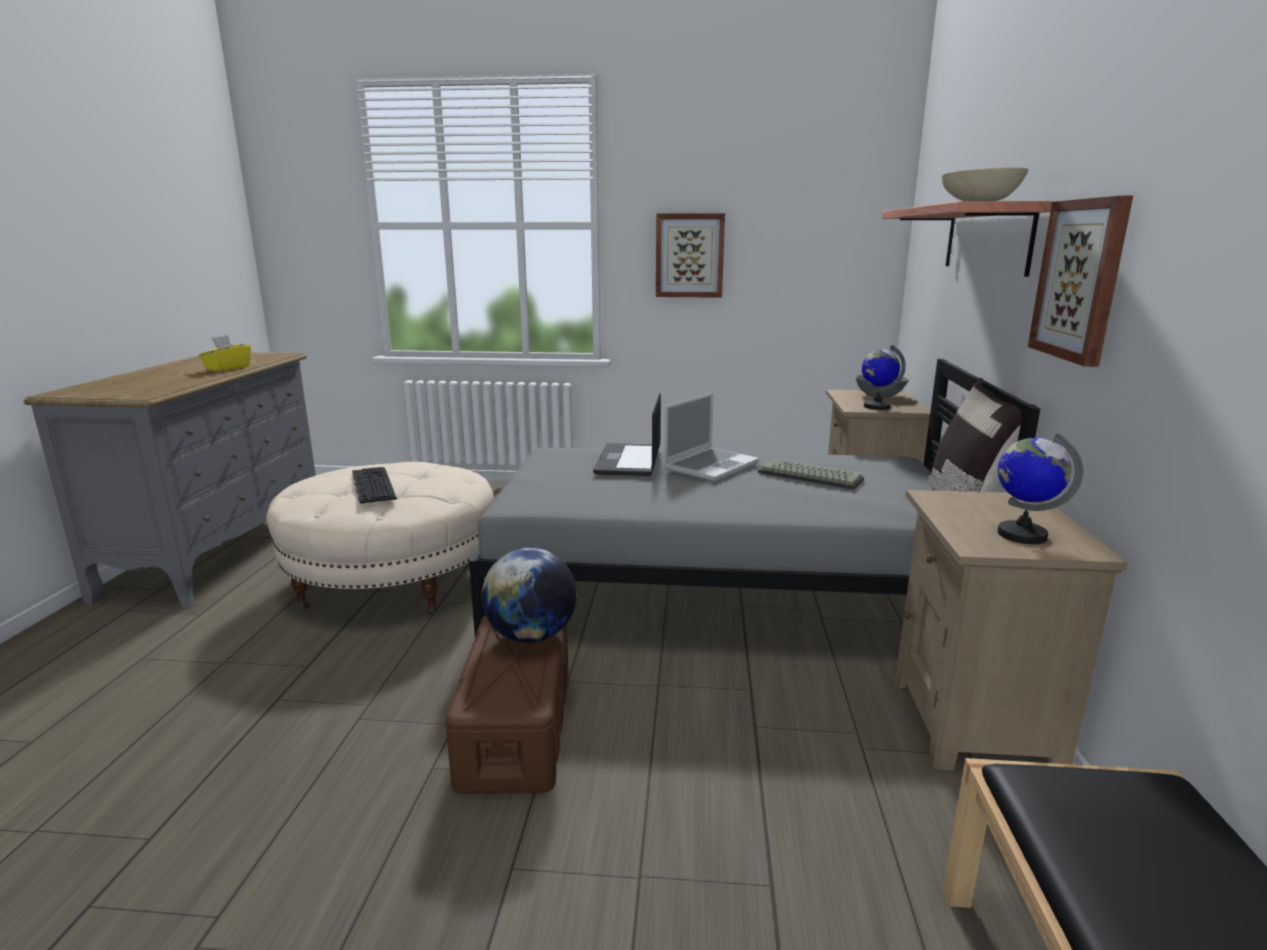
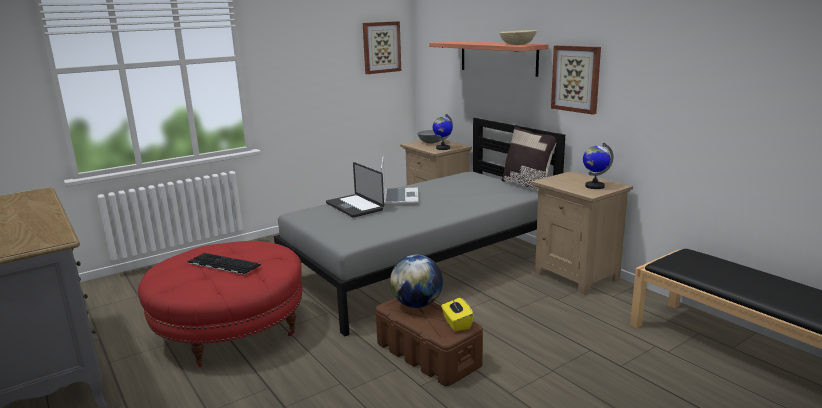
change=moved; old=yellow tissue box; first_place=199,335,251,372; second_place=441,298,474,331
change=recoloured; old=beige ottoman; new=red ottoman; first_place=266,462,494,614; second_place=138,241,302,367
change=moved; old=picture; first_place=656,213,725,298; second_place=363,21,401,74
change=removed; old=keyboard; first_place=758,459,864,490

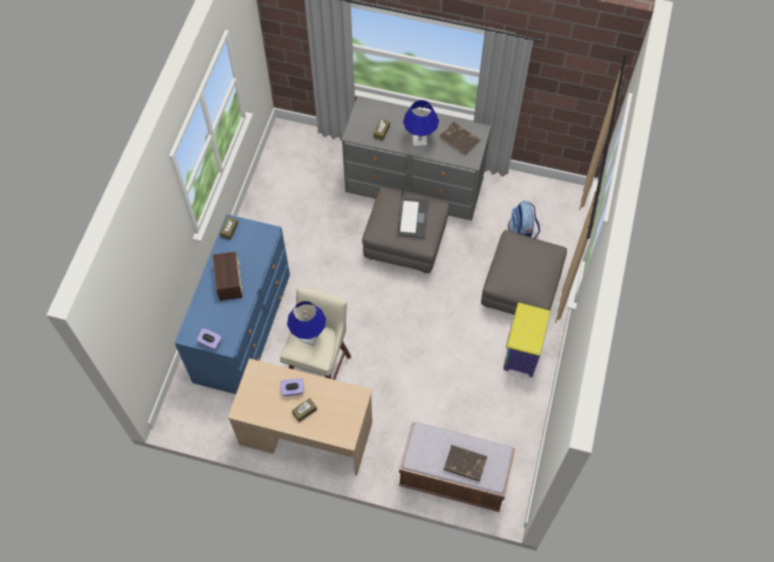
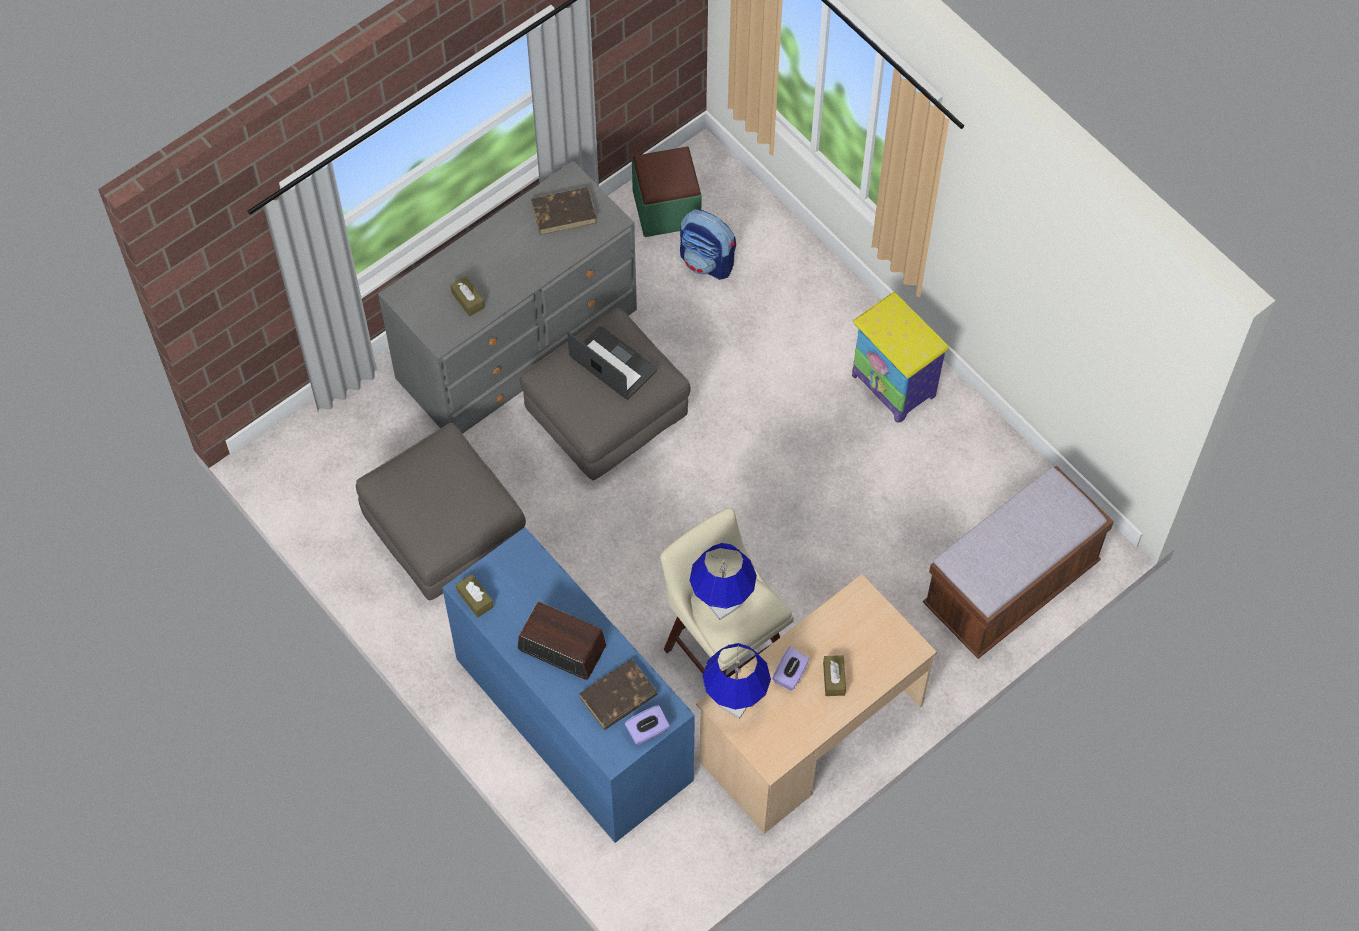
change=moved; old=blue table lamp; first_place=403,100,439,147; second_place=702,643,771,719
change=moved; old=brown book; first_place=443,445,487,482; second_place=579,659,658,730
change=moved; old=grey ottoman; first_place=481,230,567,315; second_place=356,423,526,600
change=added; new=green ottoman; second_place=632,147,702,237

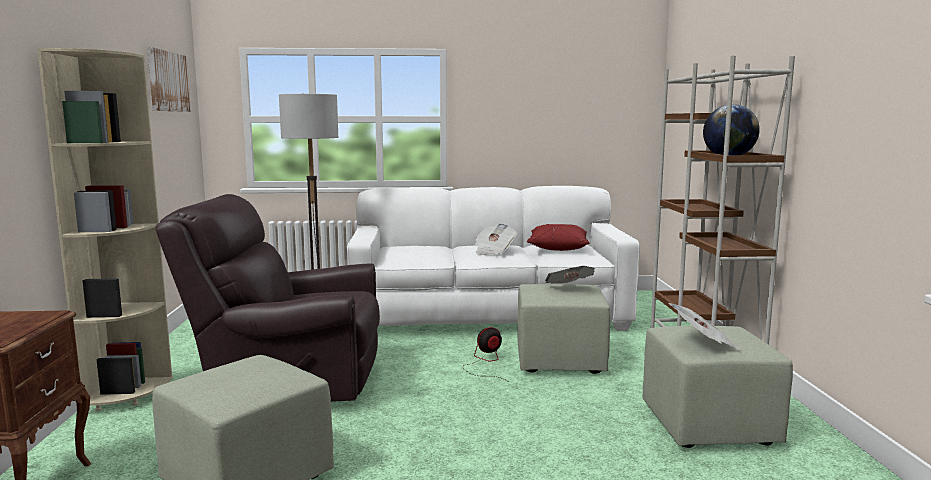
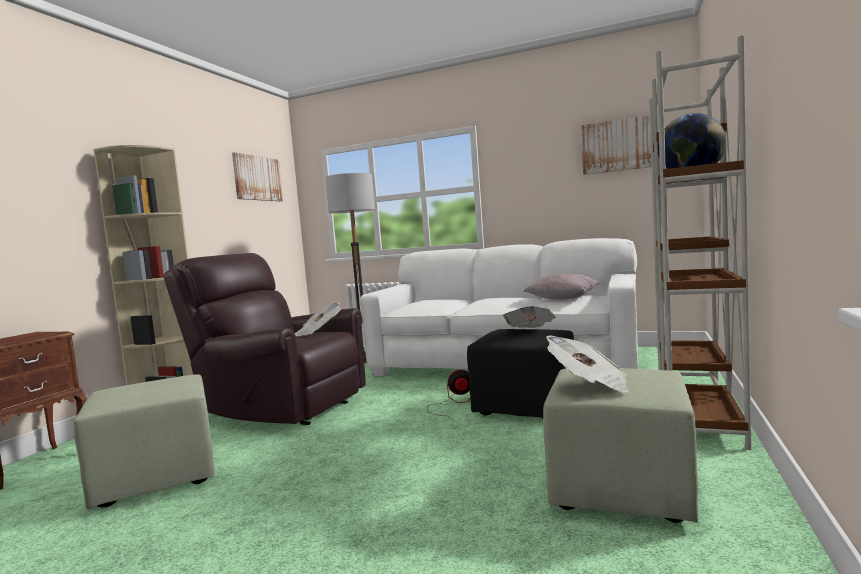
change=moved; old=newspaper; first_place=475,223,517,255; second_place=295,302,341,336
change=recoloured; old=green ottoman; new=black ottoman; first_place=517,284,610,374; second_place=467,329,574,419
change=recoloured; old=red pillow; new=purple pillow; first_place=527,224,590,251; second_place=524,274,600,300
change=added; new=picture; second_place=581,115,651,175

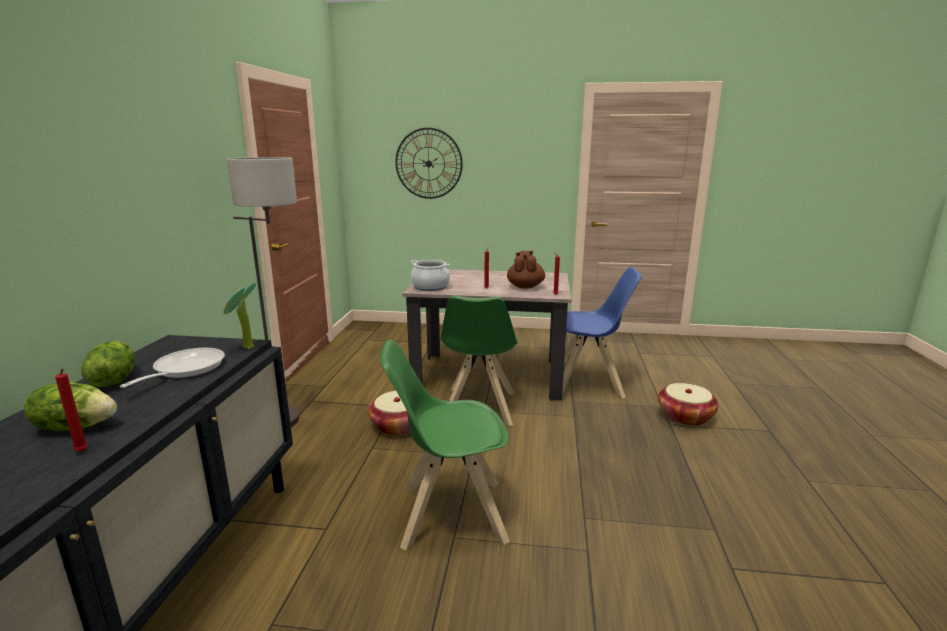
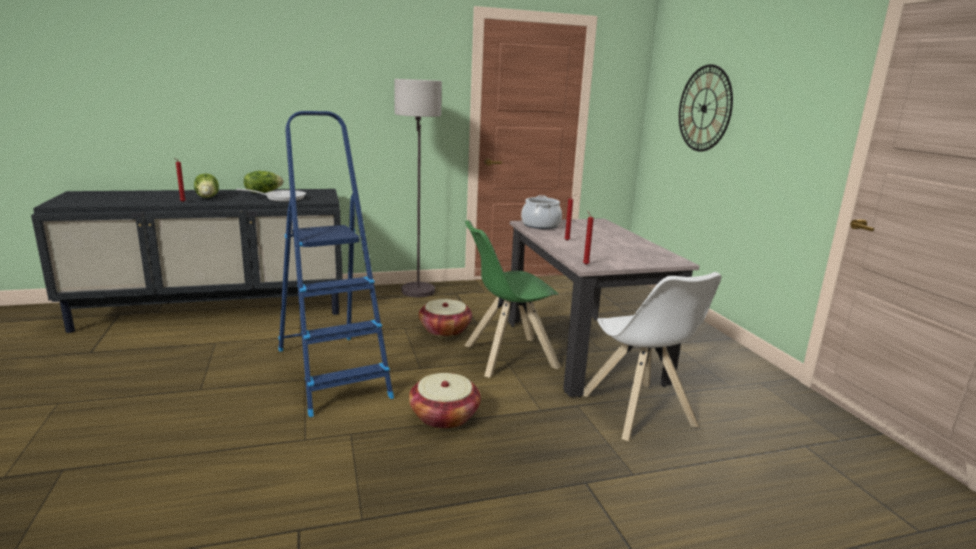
change=removed; old=potted plant; first_place=223,283,256,349
change=replaced; old=green chair; new=blue step ladder; first_place=380,340,510,551; second_place=278,111,394,417
change=removed; old=brown teapot; first_place=507,251,545,289
change=recoloured; old=blue chair; new=white chair; first_place=562,267,642,398; second_place=583,272,722,441
change=moved; old=basket; first_place=658,383,718,426; second_place=409,373,481,429

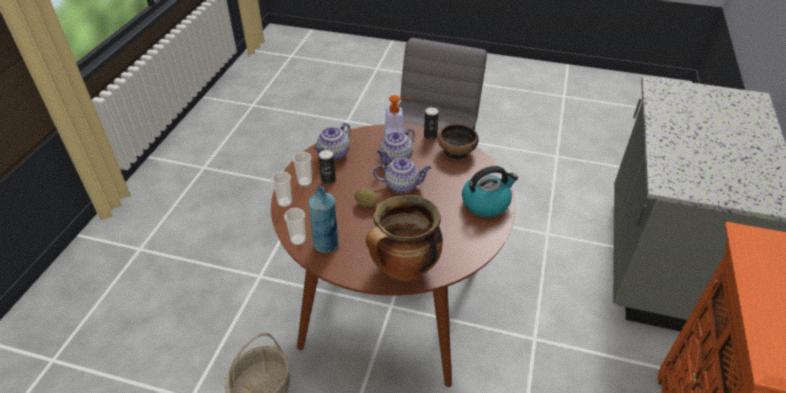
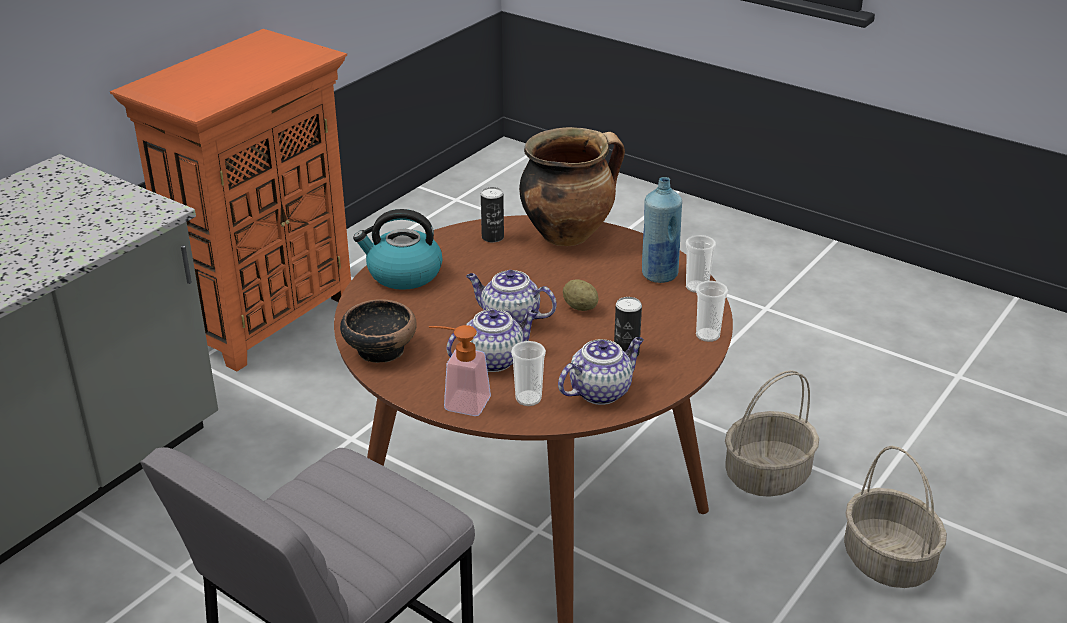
change=moved; old=cup; first_place=293,152,312,186; second_place=511,341,546,406
change=moved; old=can; first_place=424,107,439,140; second_place=481,187,504,242
change=added; new=basket; second_place=844,446,947,588

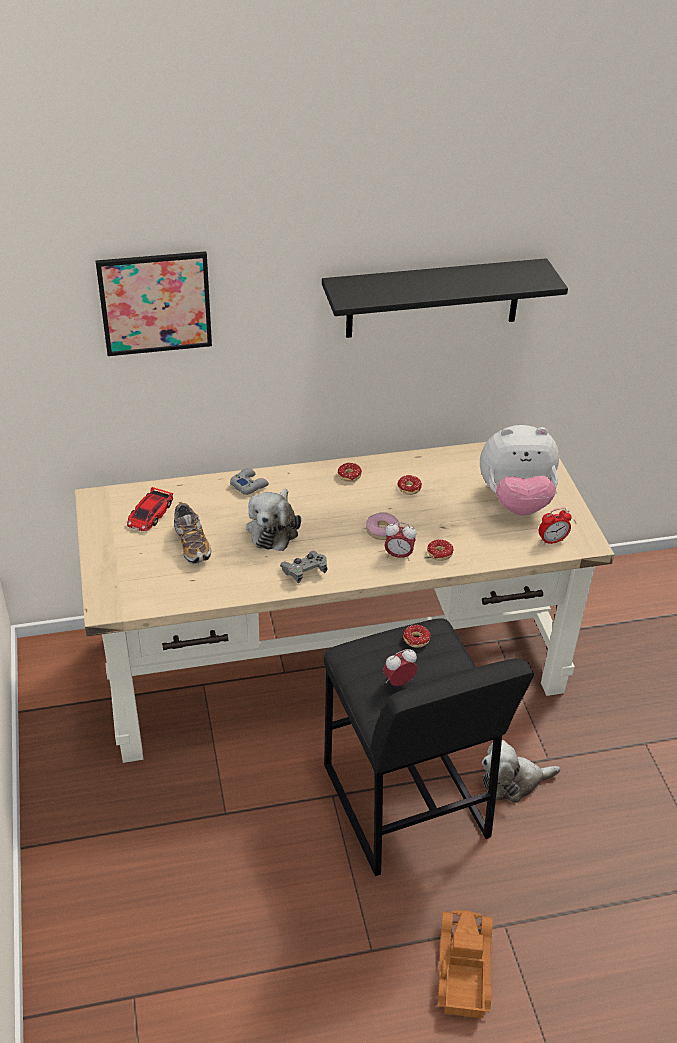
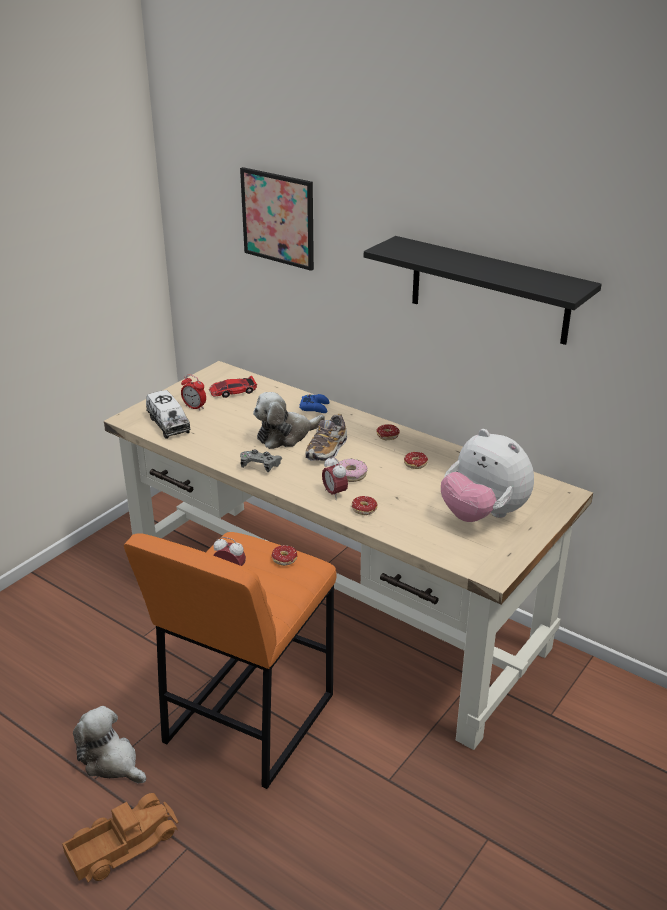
change=moved; old=shoe; first_place=174,502,211,564; second_place=305,414,347,461
change=recoloured; old=grey game controller; new=blue game controller; first_place=230,468,269,495; second_place=300,394,330,413
change=recoloured; old=black stool; new=orange stool; first_place=324,618,534,876; second_place=124,532,336,789
change=moved; old=plush toy; first_place=482,740,560,803; second_place=73,706,146,783
change=moved; old=alarm clock; first_place=539,508,572,545; second_place=181,374,206,411
change=added; new=toy truck; second_place=146,390,191,439

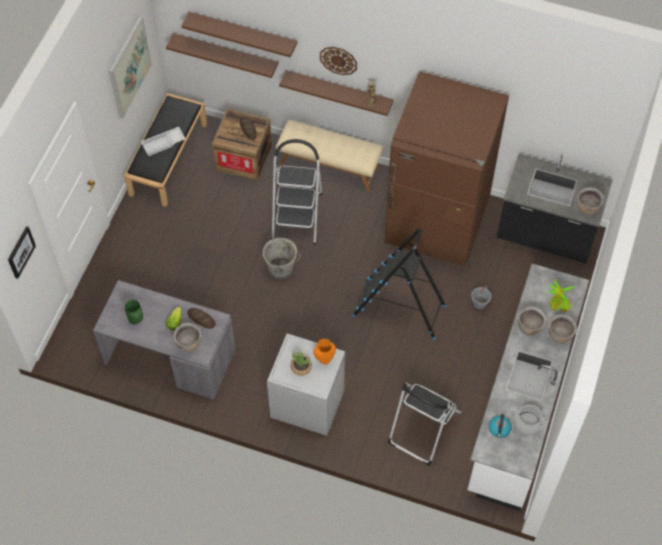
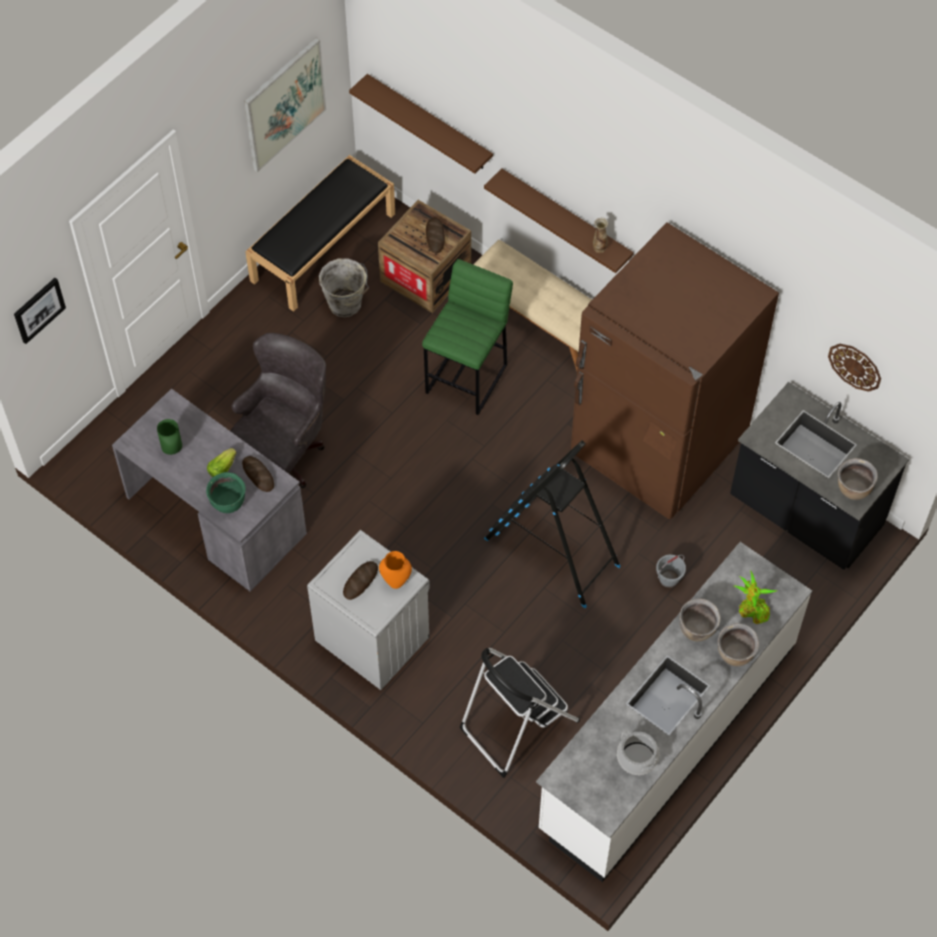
change=removed; old=white tray; first_place=141,127,186,156
change=recoloured; old=brown cooking pot; new=green cooking pot; first_place=174,323,201,352; second_place=206,472,246,513
change=removed; old=brown shelf; first_place=182,12,297,57
change=moved; old=grey bucket; first_place=263,238,301,279; second_place=319,258,369,317
change=replaced; old=step ladder; new=green stool; first_place=272,139,322,245; second_place=422,259,513,415
change=replaced; old=potted plant; new=bread; first_place=291,352,312,376; second_place=343,561,378,600
change=moved; old=wall clock; first_place=320,47,357,75; second_place=828,344,881,392
change=removed; old=kettle; first_place=489,414,512,438
change=added; new=grey office chair; second_place=230,333,326,488

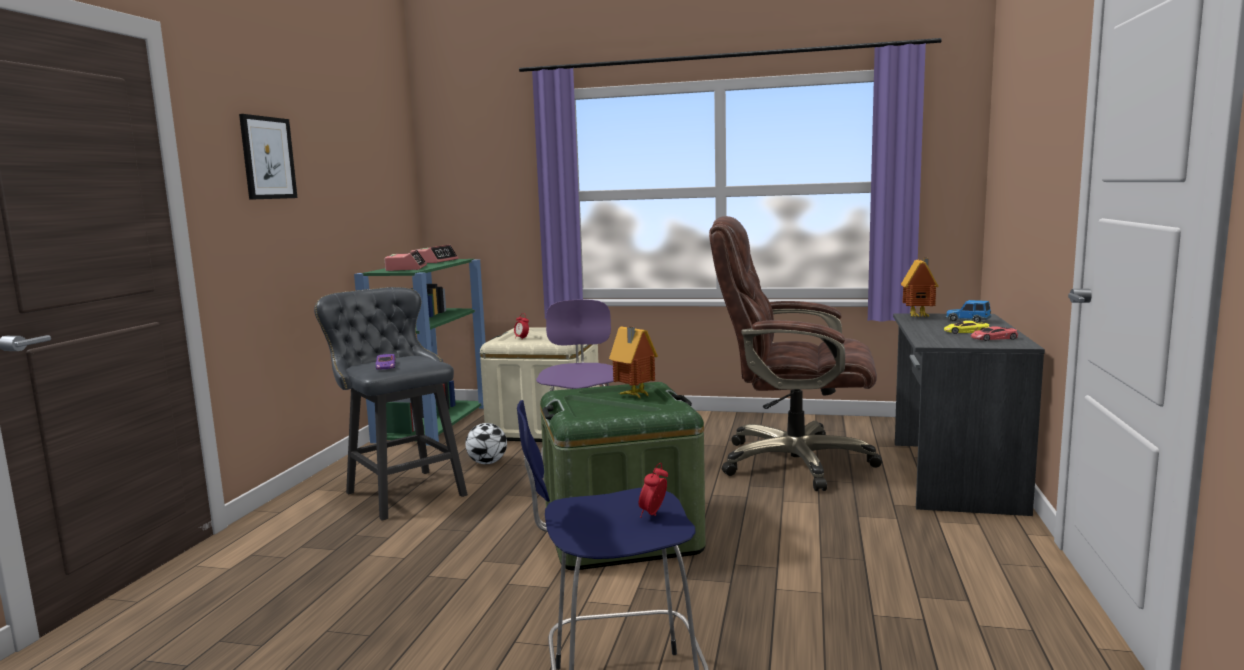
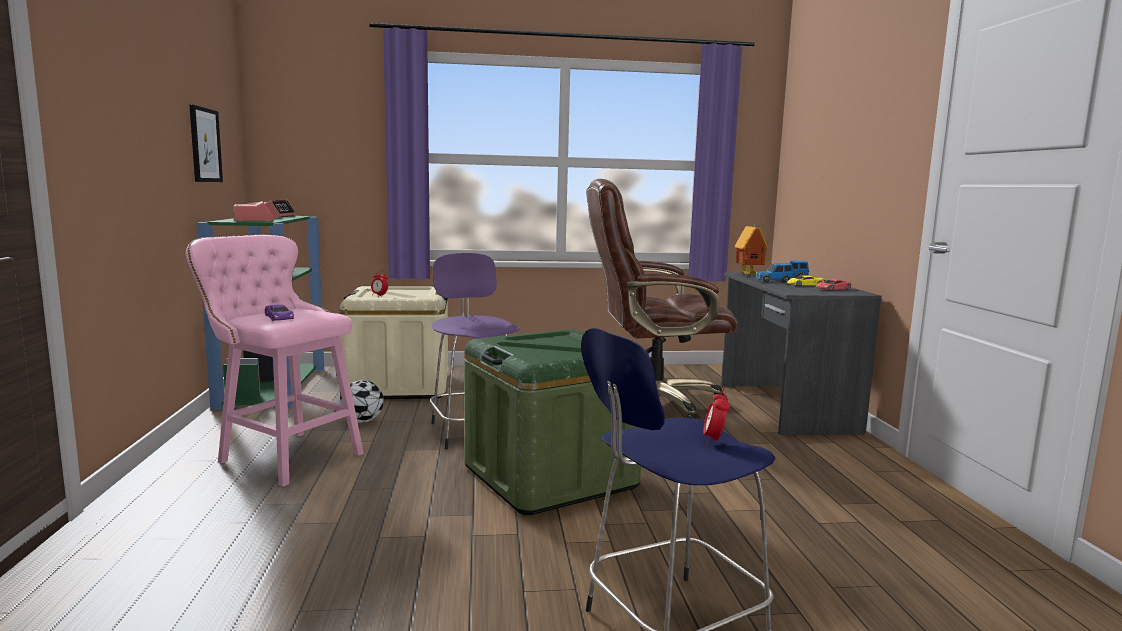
change=moved; old=picture; first_place=239,114,297,200; second_place=189,105,223,182
change=recoloured; old=grey stool; new=pink stool; first_place=314,287,468,521; second_place=186,234,364,487
change=removed; old=toy house; first_place=609,326,658,399
change=added; new=toy car; second_place=755,263,794,282

